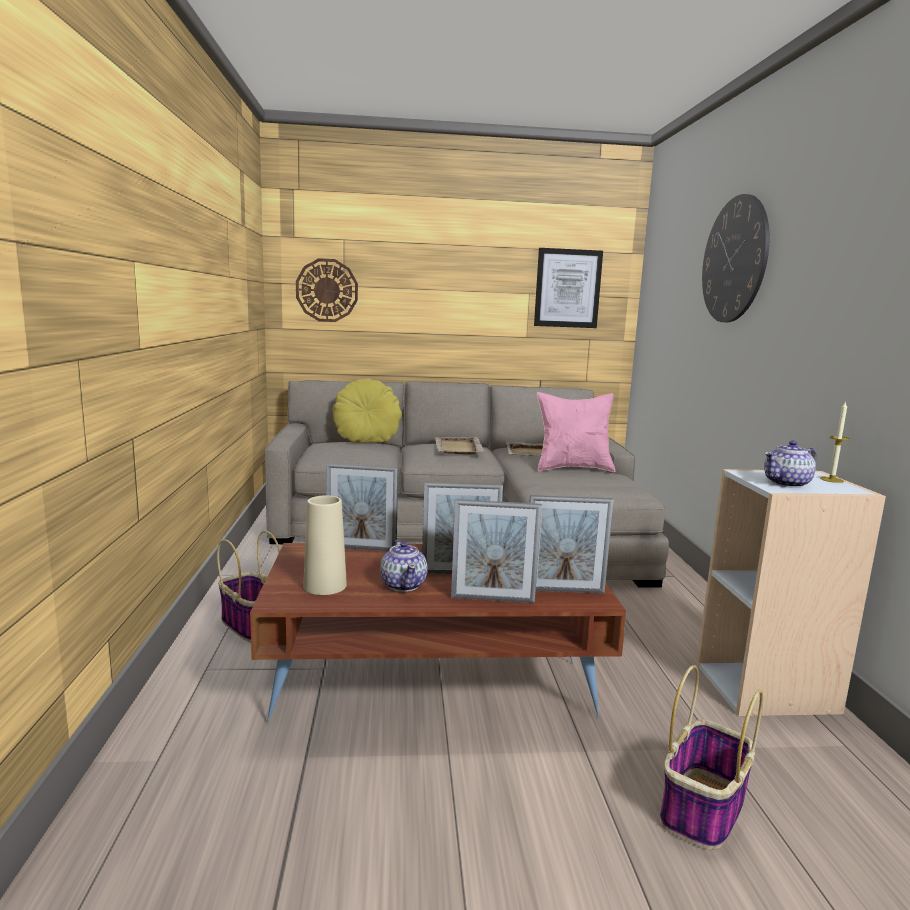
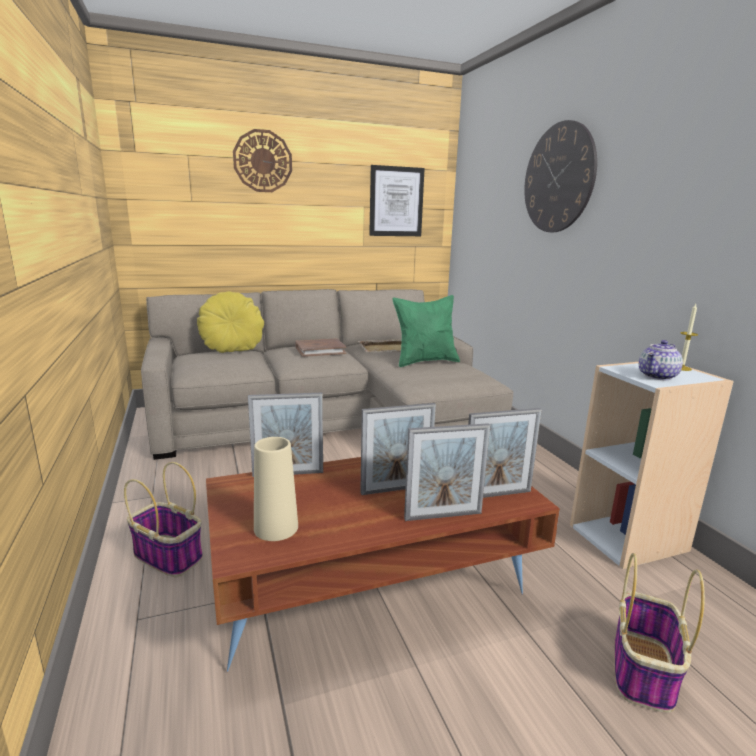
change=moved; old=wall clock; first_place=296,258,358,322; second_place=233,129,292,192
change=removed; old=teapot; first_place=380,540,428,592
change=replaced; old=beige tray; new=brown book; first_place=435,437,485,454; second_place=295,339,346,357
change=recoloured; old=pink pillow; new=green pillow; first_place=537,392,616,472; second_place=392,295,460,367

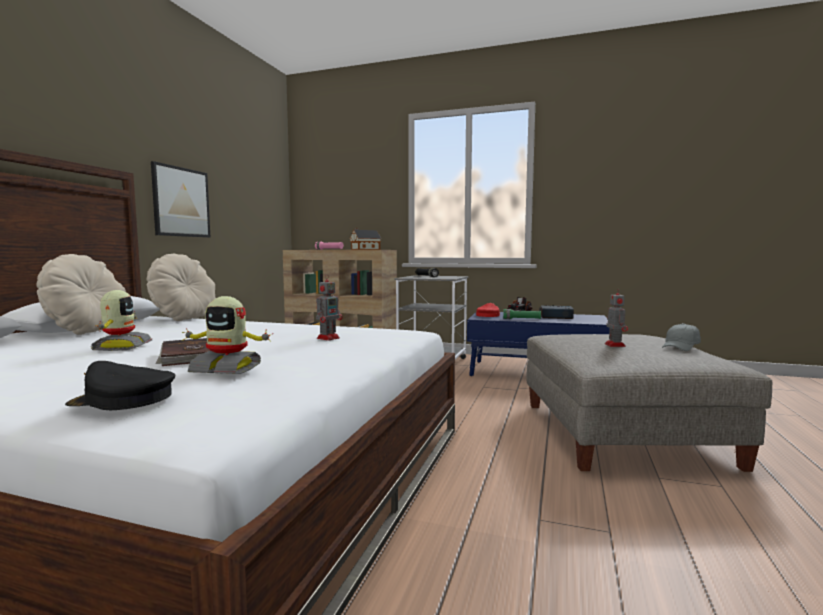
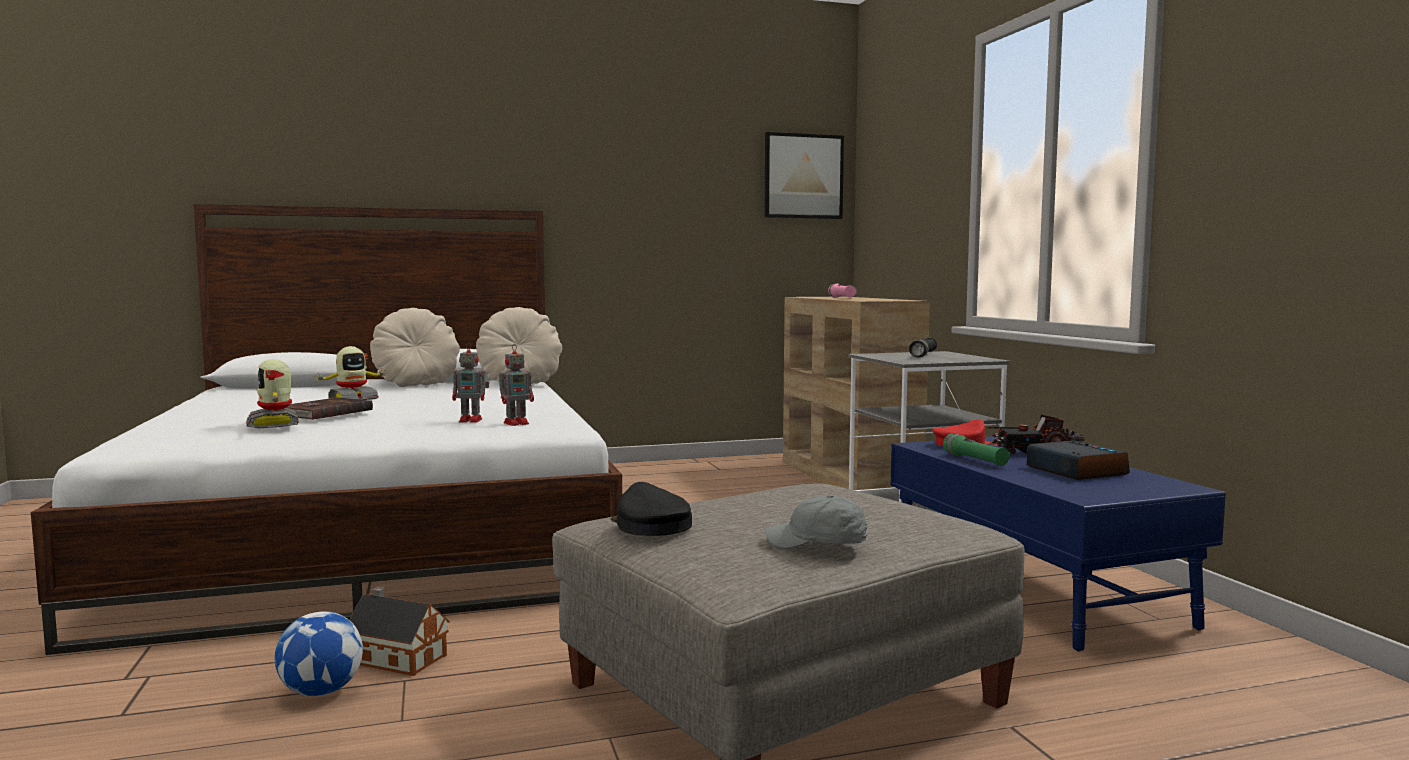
change=moved; old=black cap; first_place=65,361,175,410; second_place=611,482,692,536
change=moved; old=picture; first_place=151,161,210,238; second_place=764,132,844,219
change=moved; old=toy house; first_place=350,228,381,250; second_place=350,587,450,676
change=moved; old=toy robot; first_place=605,288,628,347; second_place=499,344,534,426
change=added; new=football; second_place=275,611,363,696

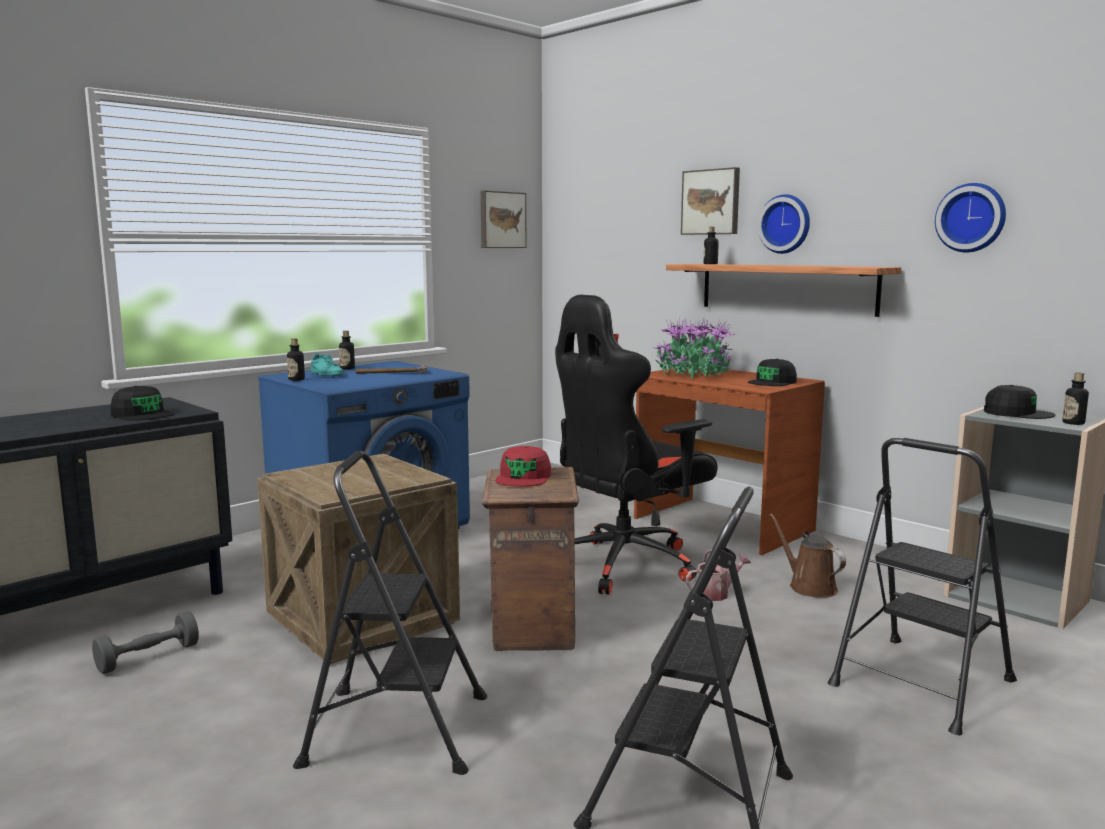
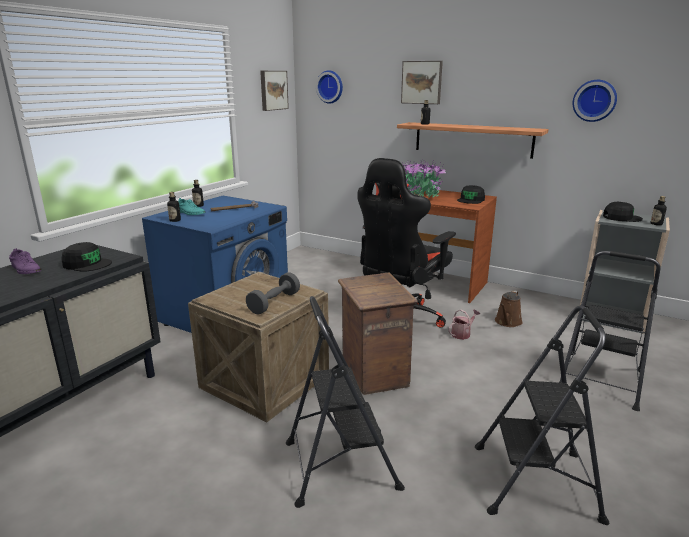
change=moved; old=grey dumbbell; first_place=92,611,199,674; second_place=246,273,300,315
change=removed; old=red cap; first_place=495,446,551,487
change=moved; old=wall clock; first_place=758,194,810,254; second_place=316,70,343,104
change=turned; old=brown watering can; first_place=769,514,846,598; second_place=495,290,523,327; degrees=-105
change=added; new=purple shoe; second_place=9,248,41,274

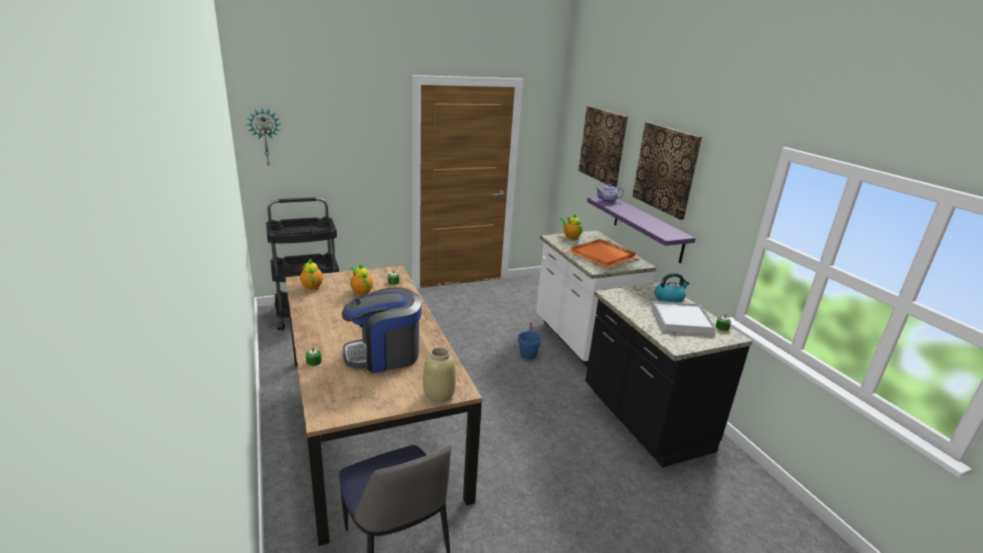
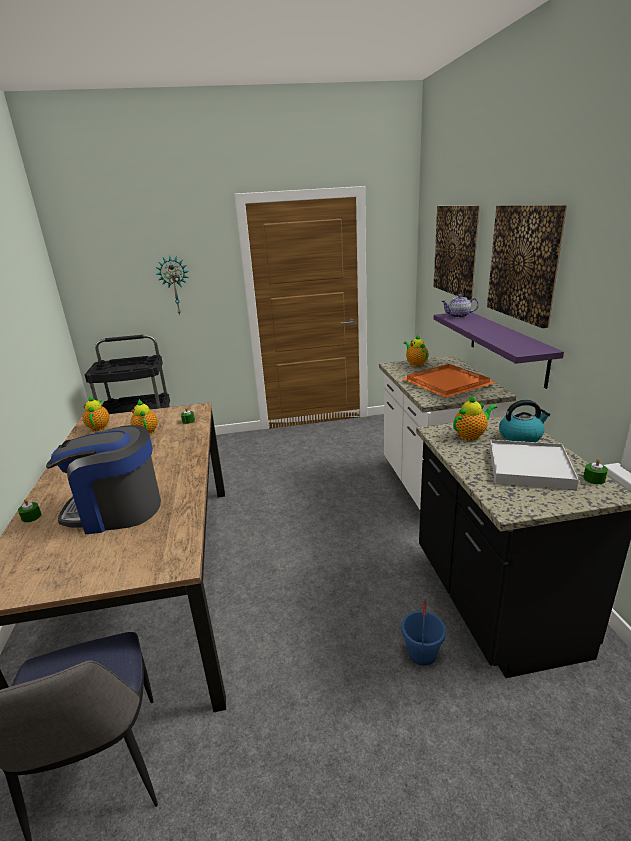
change=moved; old=wall clock; first_place=246,108,282,166; second_place=156,256,189,315
change=removed; old=beige vase; first_place=423,347,456,403
change=moved; old=blue bucket; first_place=518,322,542,359; second_place=401,599,446,666
change=added; new=teapot; second_place=453,395,497,441

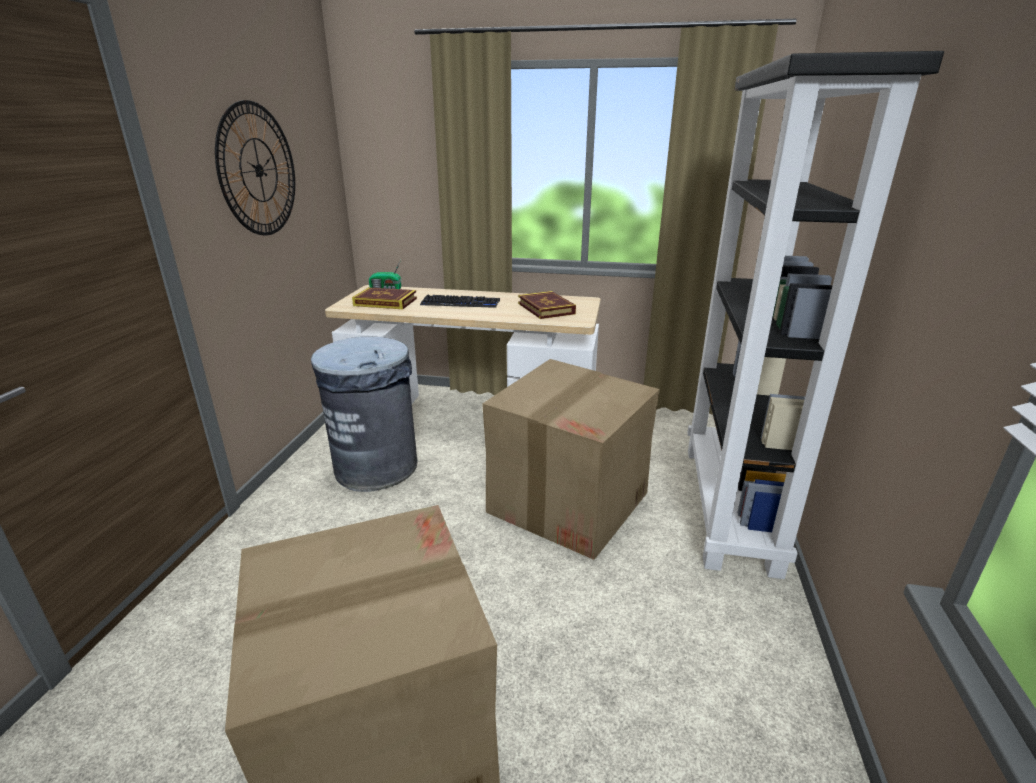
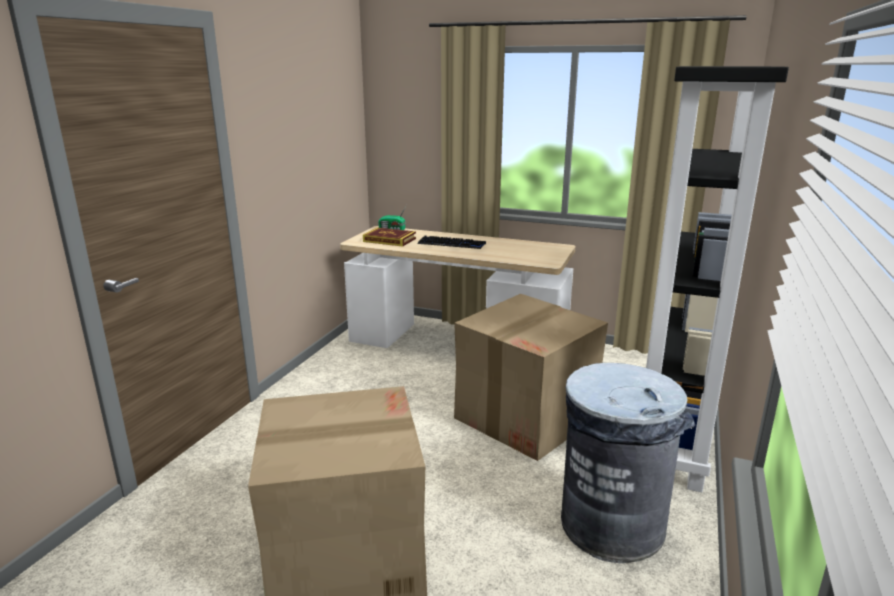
change=removed; old=wall clock; first_place=215,100,295,235
change=moved; old=grey trash can; first_place=311,337,418,492; second_place=561,363,695,563
change=removed; old=book; first_place=518,291,576,319

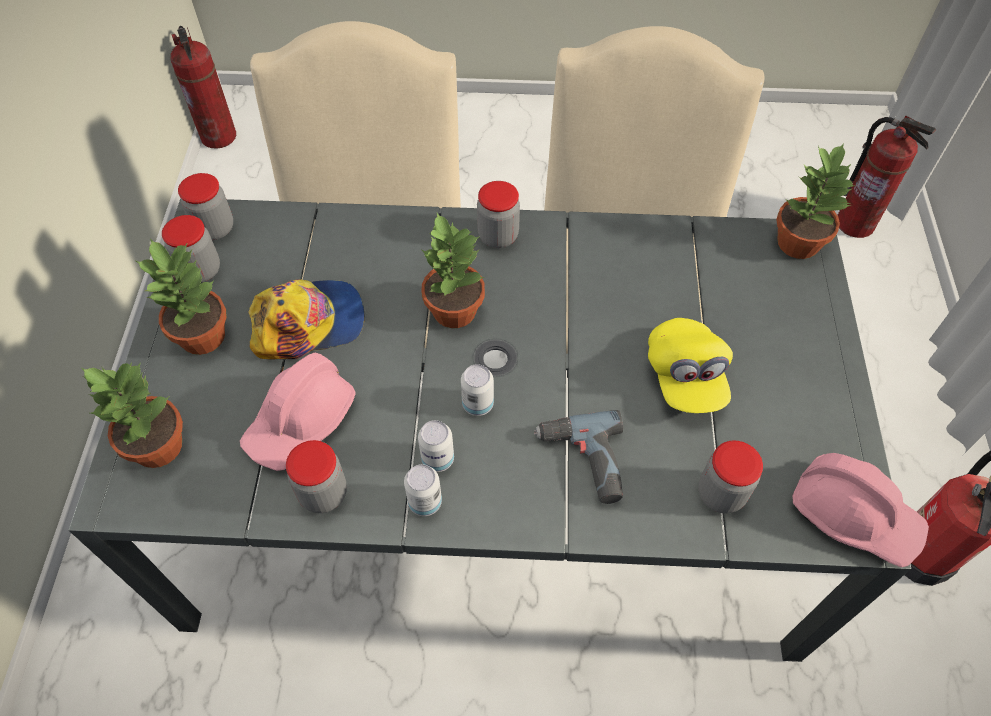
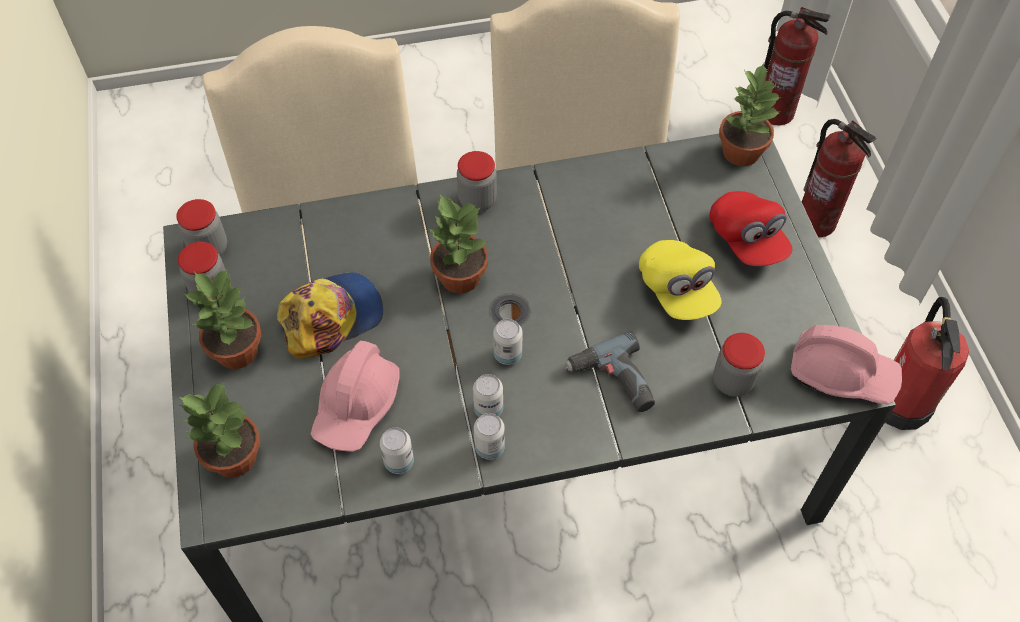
change=moved; old=fire extinguisher; first_place=170,26,236,149; second_place=802,119,876,237
change=replaced; old=jar; new=can; first_place=286,440,347,513; second_place=380,427,414,474
change=added; new=red cap; second_place=709,191,792,266

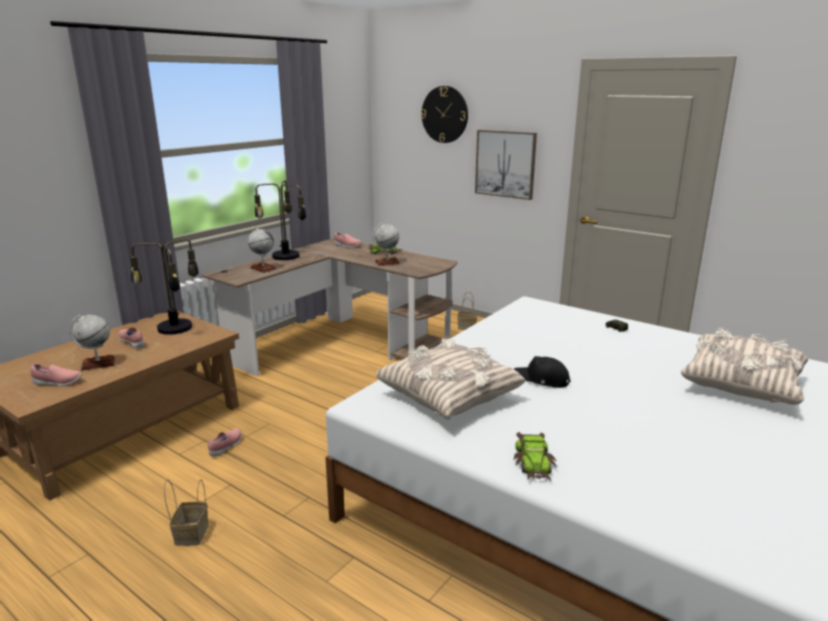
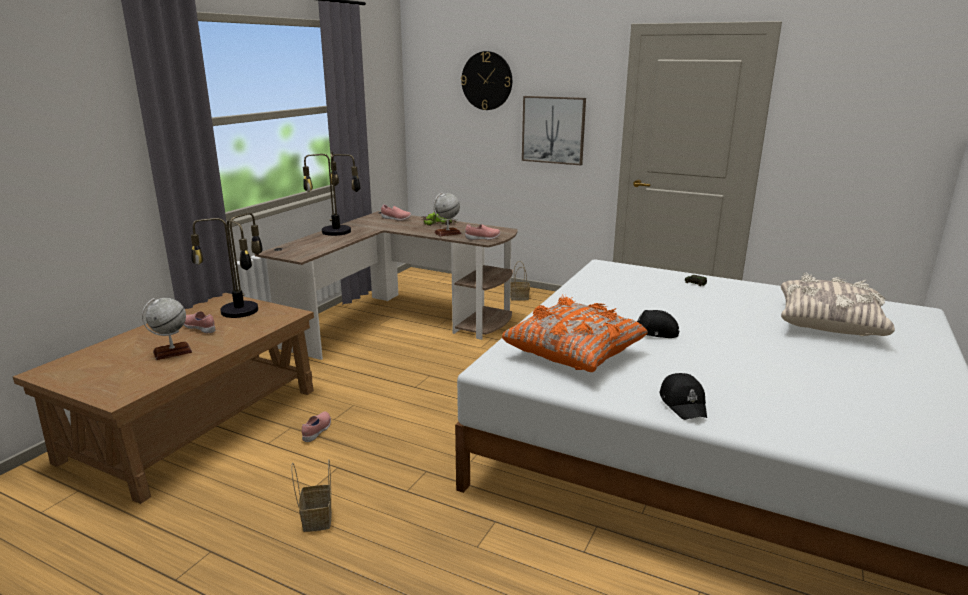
change=moved; old=pink shoe; first_place=30,364,82,386; second_place=465,224,500,240
change=removed; old=globe; first_place=248,227,276,273
change=recoloured; old=beige pillow; new=orange pillow; first_place=376,338,525,420; second_place=502,296,648,372
change=replaced; old=toy car; new=black cap; first_place=514,432,557,482; second_place=660,373,707,420

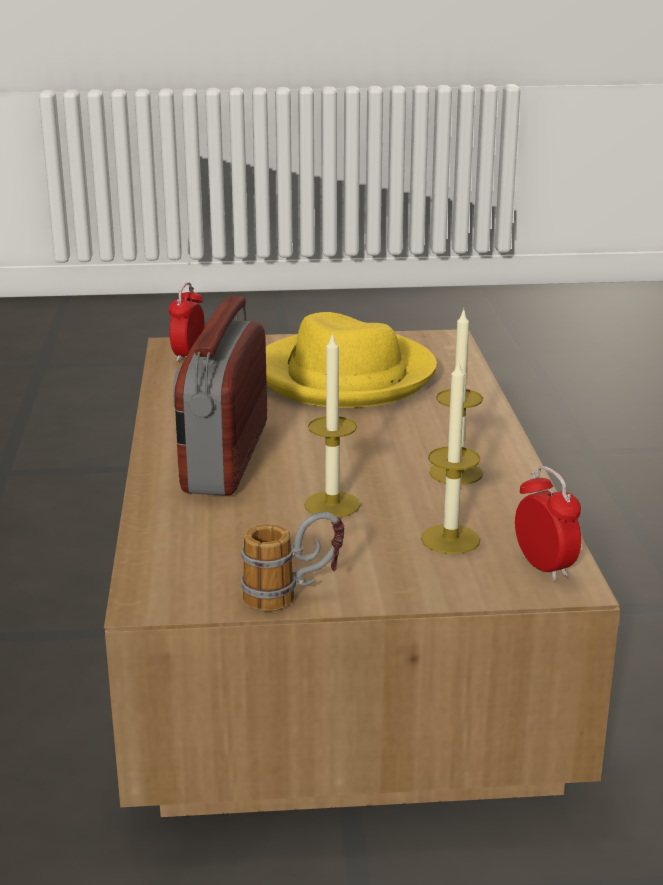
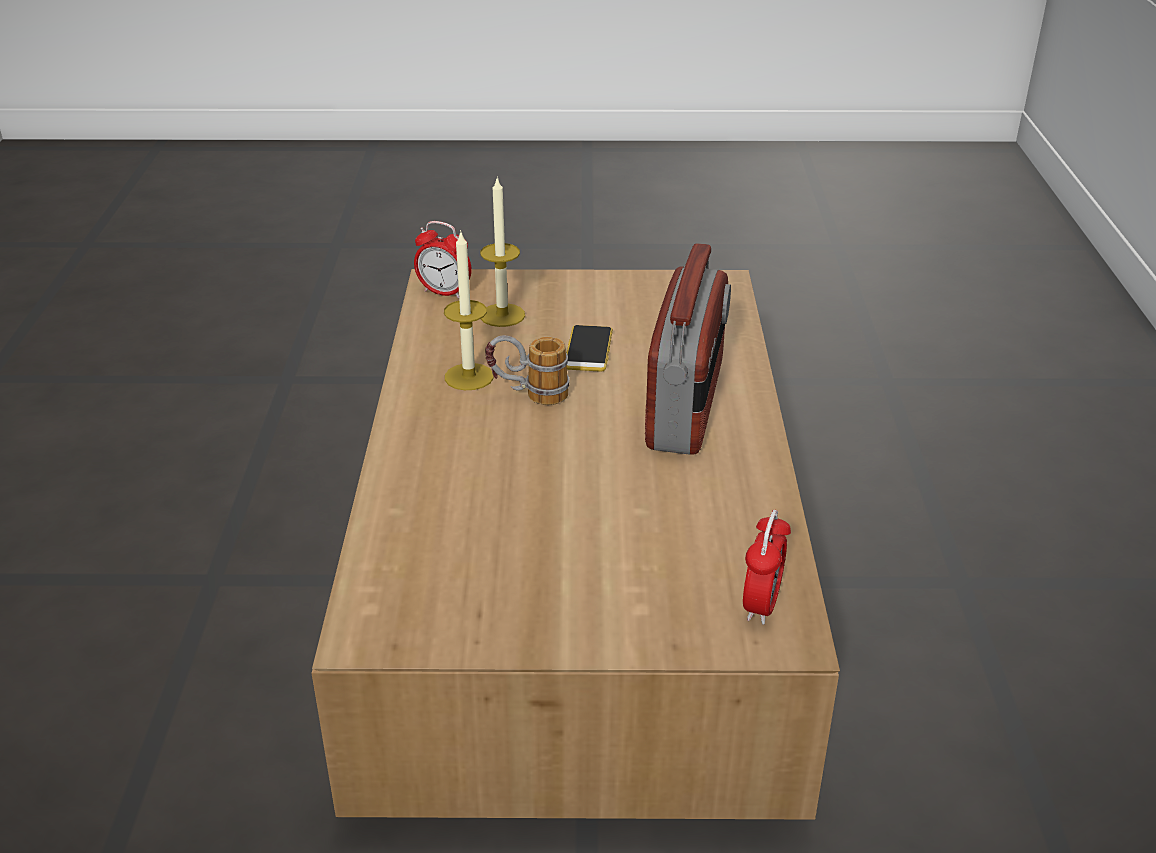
change=moved; old=mug; first_place=241,512,344,611; second_place=485,335,569,405
change=removed; old=yellow hat; first_place=266,312,437,408
change=replaced; old=candle; new=phone; first_place=304,332,361,517; second_place=566,325,613,372
change=turned; old=alarm clock; first_place=515,466,581,581; second_place=414,221,472,298; degrees=-45

